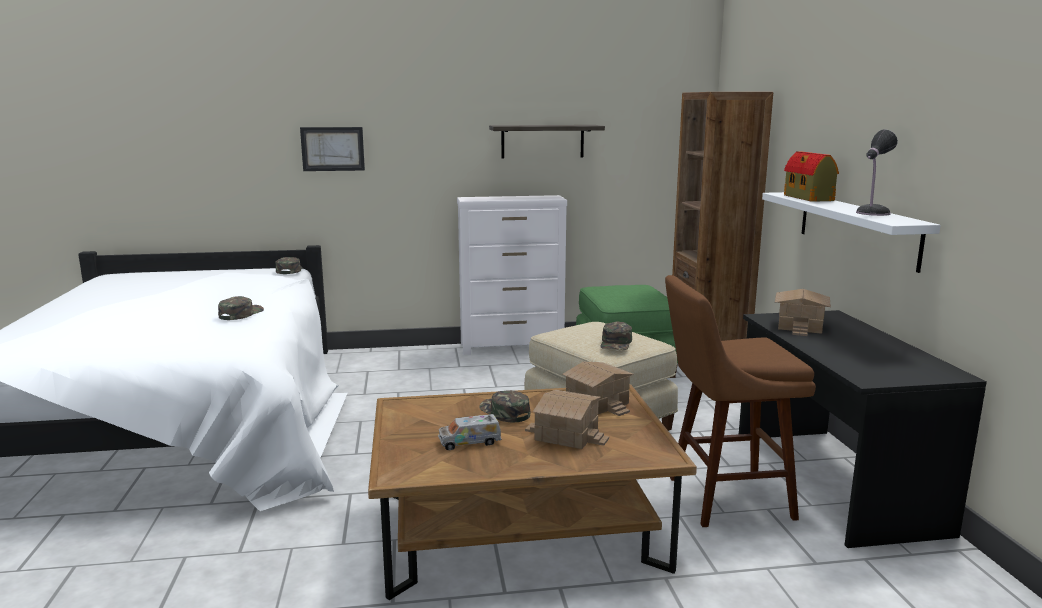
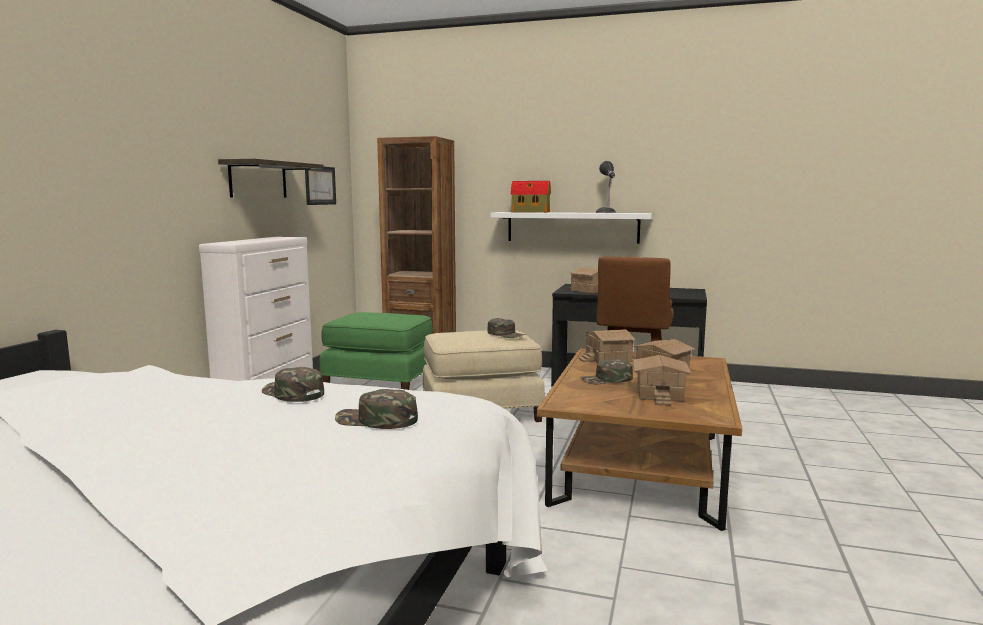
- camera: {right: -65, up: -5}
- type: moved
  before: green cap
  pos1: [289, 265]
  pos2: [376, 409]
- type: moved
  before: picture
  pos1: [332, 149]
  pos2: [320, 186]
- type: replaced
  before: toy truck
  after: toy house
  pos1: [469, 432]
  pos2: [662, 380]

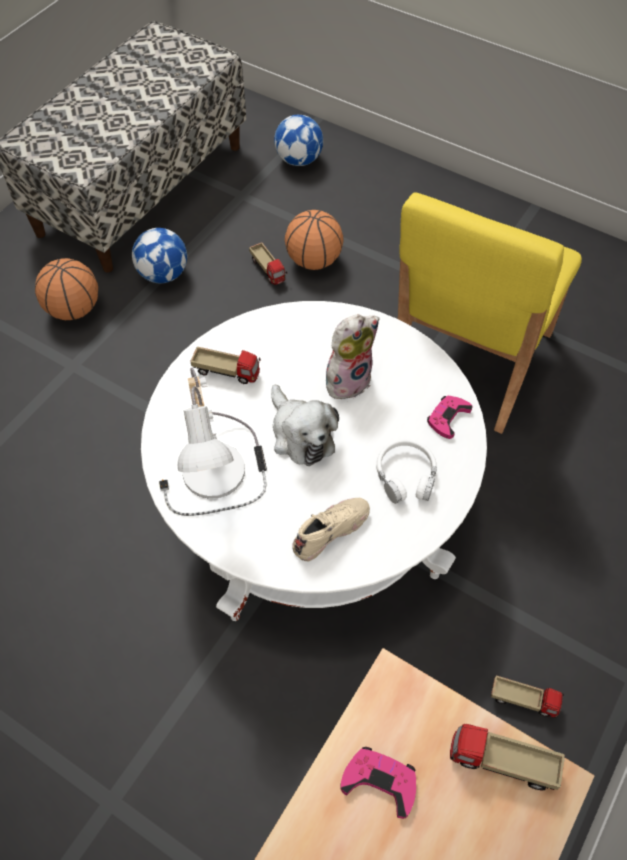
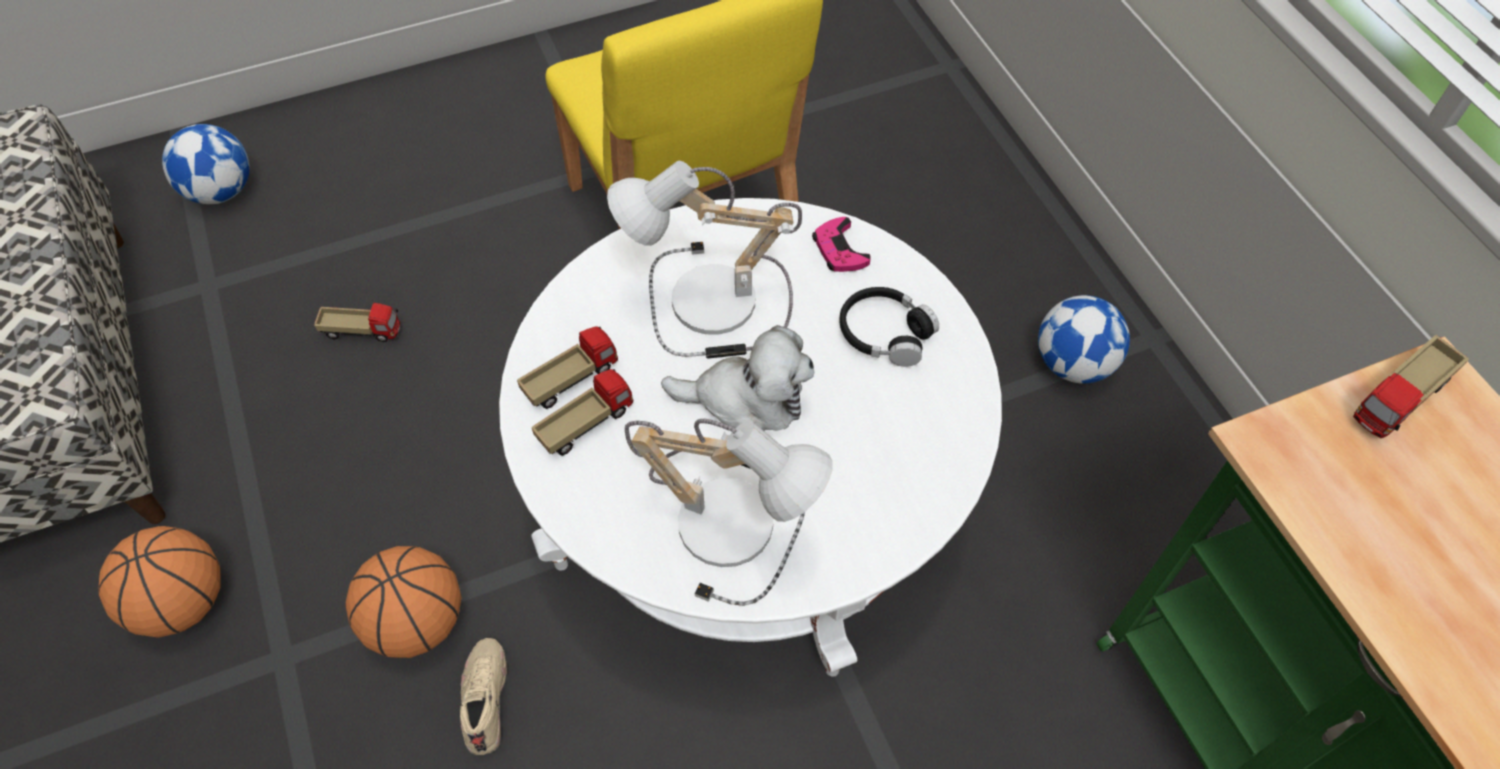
- camera: {right: -55, up: 0}
- type: moved
  before: football
  pos1: [159, 255]
  pos2: [1084, 339]
- type: moved
  before: basketball
  pos1: [314, 240]
  pos2: [404, 602]
- type: moved
  before: beige shoe
  pos1: [331, 529]
  pos2: [483, 696]
- type: replaced
  before: plush toy
  after: table lamp
  pos1: [352, 358]
  pos2: [704, 259]
- type: removed
  before: pink game controller
  pos1: [378, 783]
- type: recoloured
  before: white headphones
  after: black headphones
  pos1: [406, 471]
  pos2: [889, 327]
- type: moved
  before: toy truck
  pos1: [527, 696]
  pos2: [567, 367]

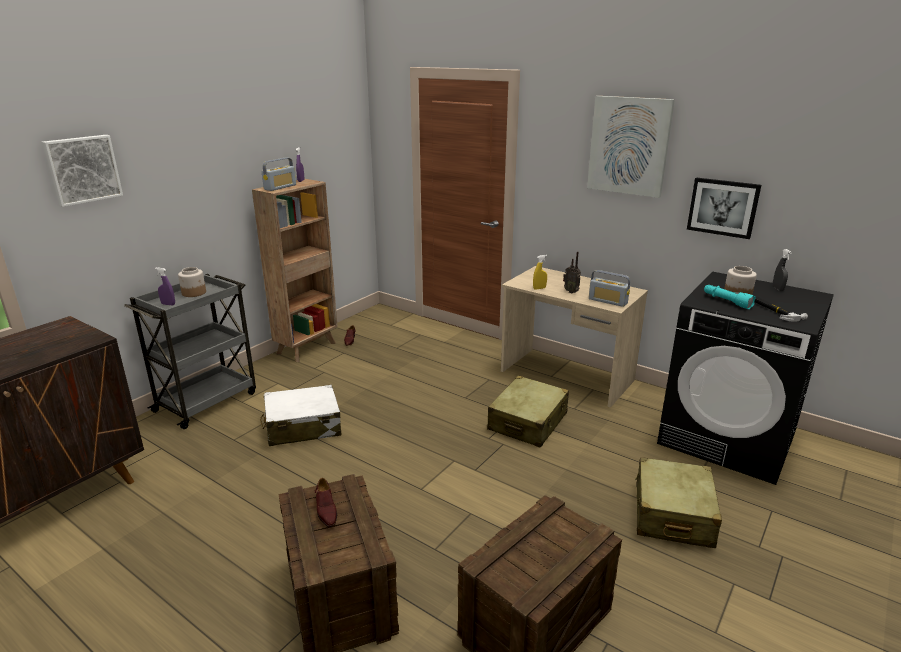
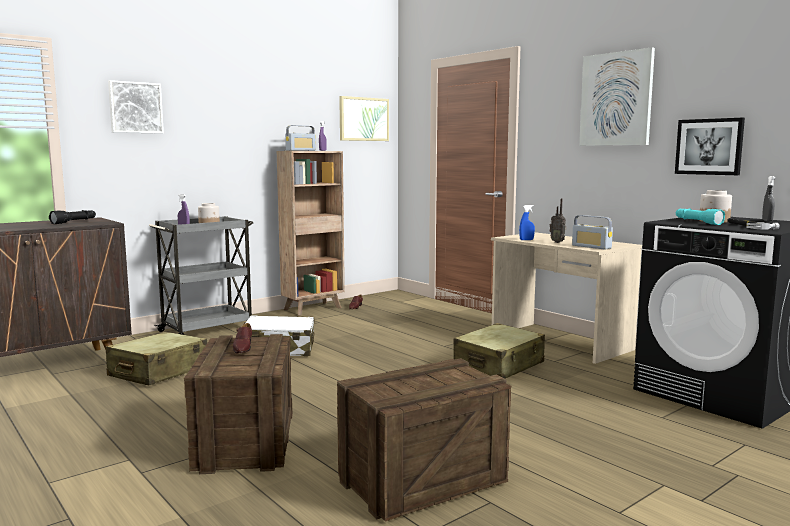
- camera: {right: 15, up: -15}
- type: recoloured
  before: yellow spray bottle
  after: blue spray bottle
  pos1: [540, 272]
  pos2: [527, 222]
- type: moved
  before: beige suitcase
  pos1: [678, 502]
  pos2: [156, 359]
- type: added
  after: black flashlight
  pos2: [72, 217]
- type: added
  after: picture
  pos2: [364, 118]

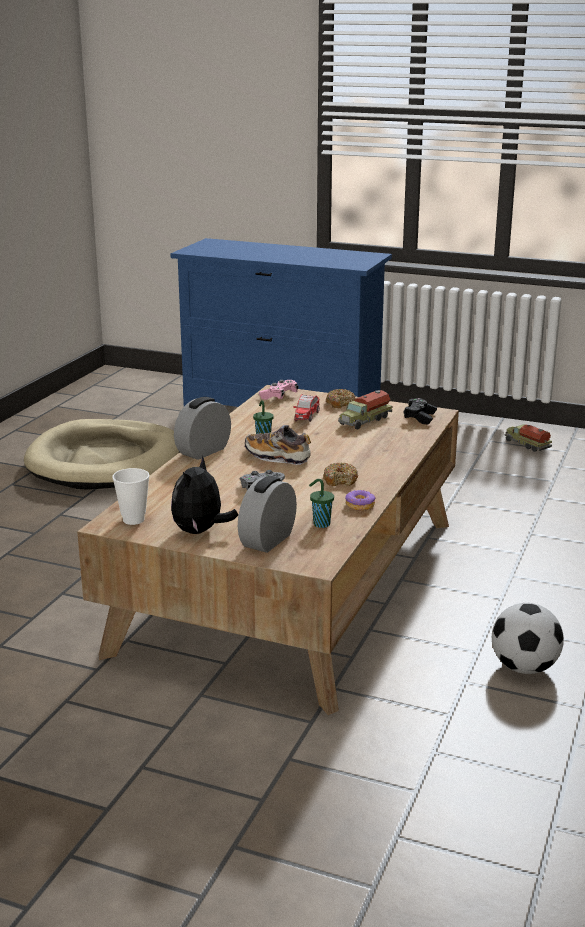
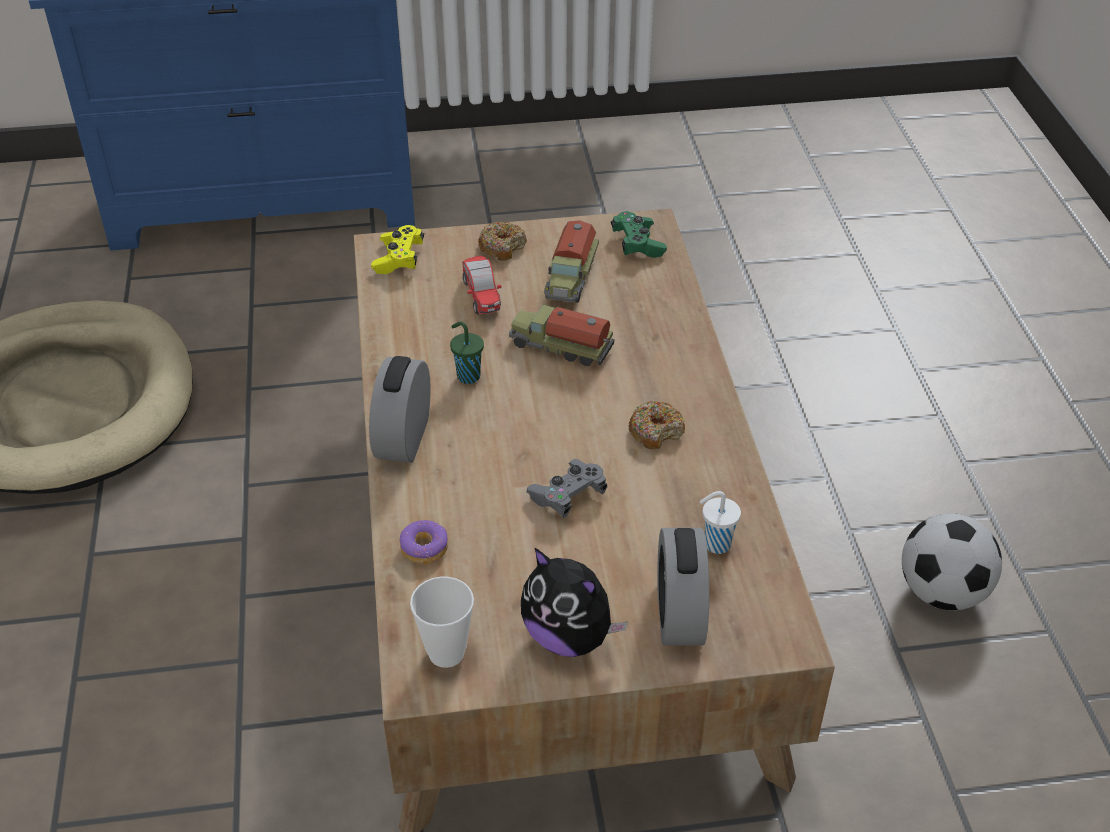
- camera: {right: -30, up: 20}
- type: turned
  before: plush toy
  pos1: [204, 495]
  pos2: [574, 602]
  turn: -45
- type: removed
  before: shoe
  pos1: [278, 445]
- type: recoloured
  before: pink game controller
  after: yellow game controller
  pos1: [279, 390]
  pos2: [397, 249]
- type: recoloured
  before: green cup
  after: white cup
  pos1: [321, 503]
  pos2: [720, 522]
- type: moved
  before: donut
  pos1: [360, 500]
  pos2: [423, 542]
- type: recoloured
  before: black game controller
  after: green game controller
  pos1: [420, 411]
  pos2: [639, 234]
- type: moved
  before: toy truck
  pos1: [528, 438]
  pos2: [561, 335]

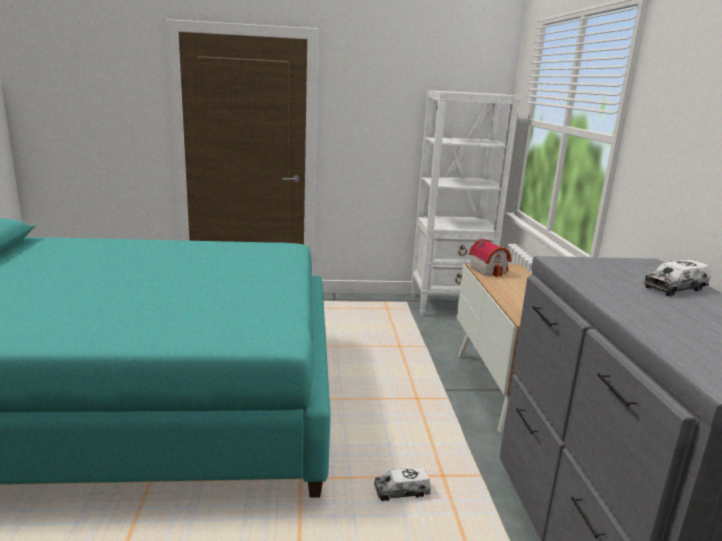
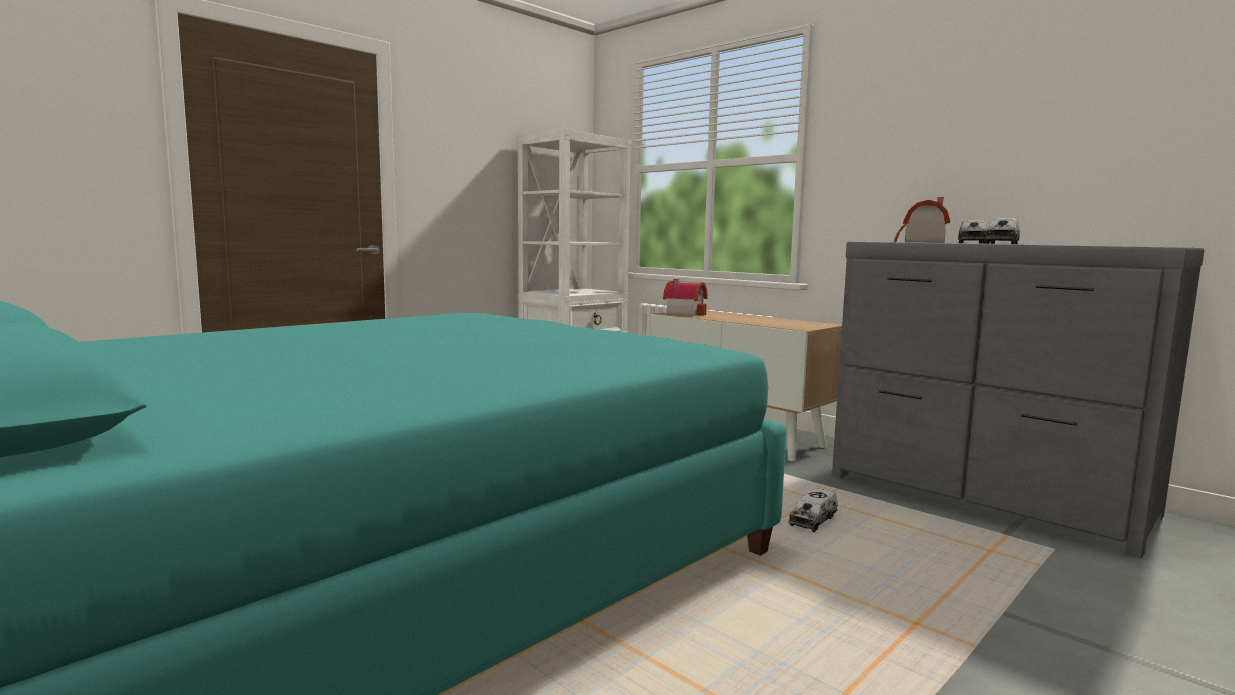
- camera: {right: -40, up: -10}
- type: added
  after: toy house
  pos2: [922, 220]
- type: added
  after: toy truck
  pos2: [1002, 231]

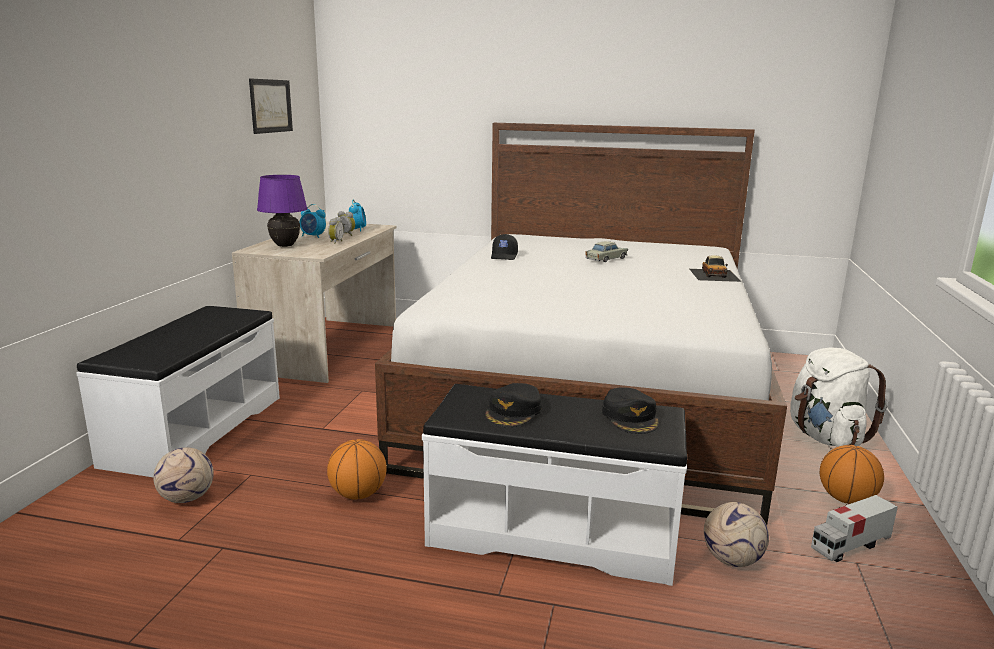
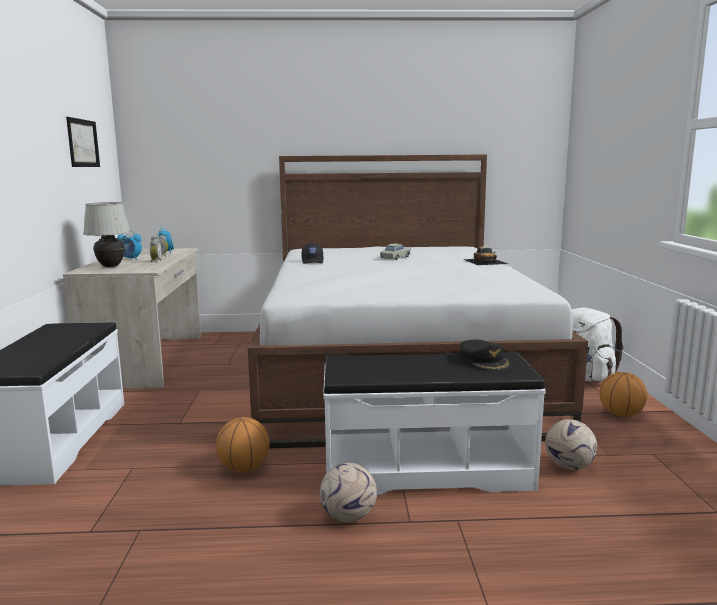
- camera: {right: -15, up: -5}
- type: moved
  before: football
  pos1: [183, 475]
  pos2: [348, 492]
- type: recoloured
  before: purple table lamp
  after: white table lamp
  pos1: [282, 211]
  pos2: [107, 234]
- type: removed
  before: black cap
  pos1: [513, 405]
- type: removed
  before: toy truck
  pos1: [854, 528]

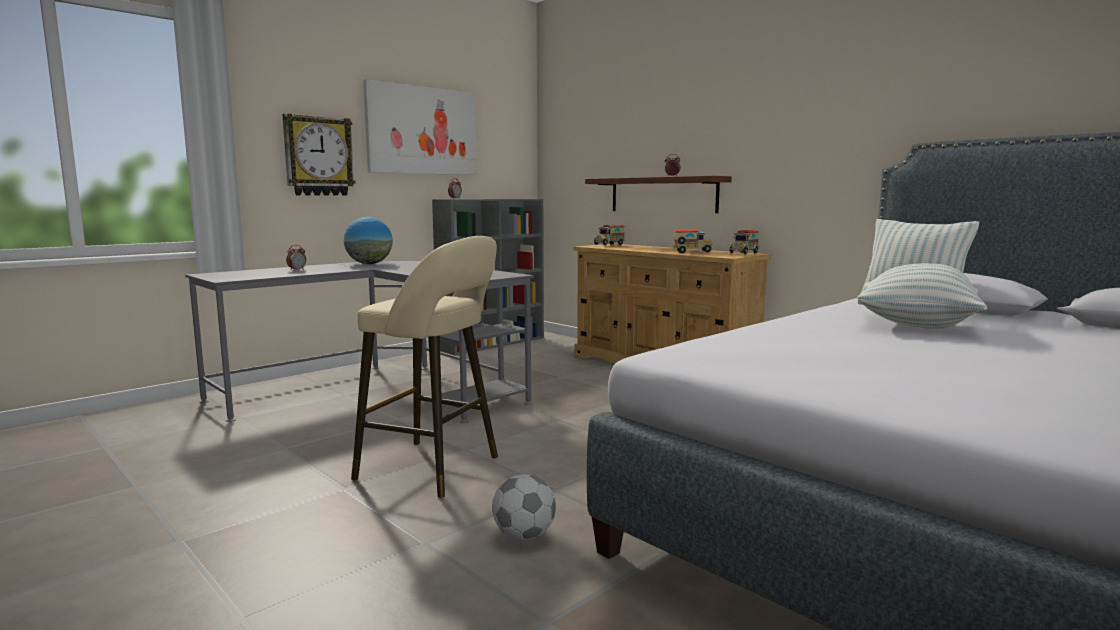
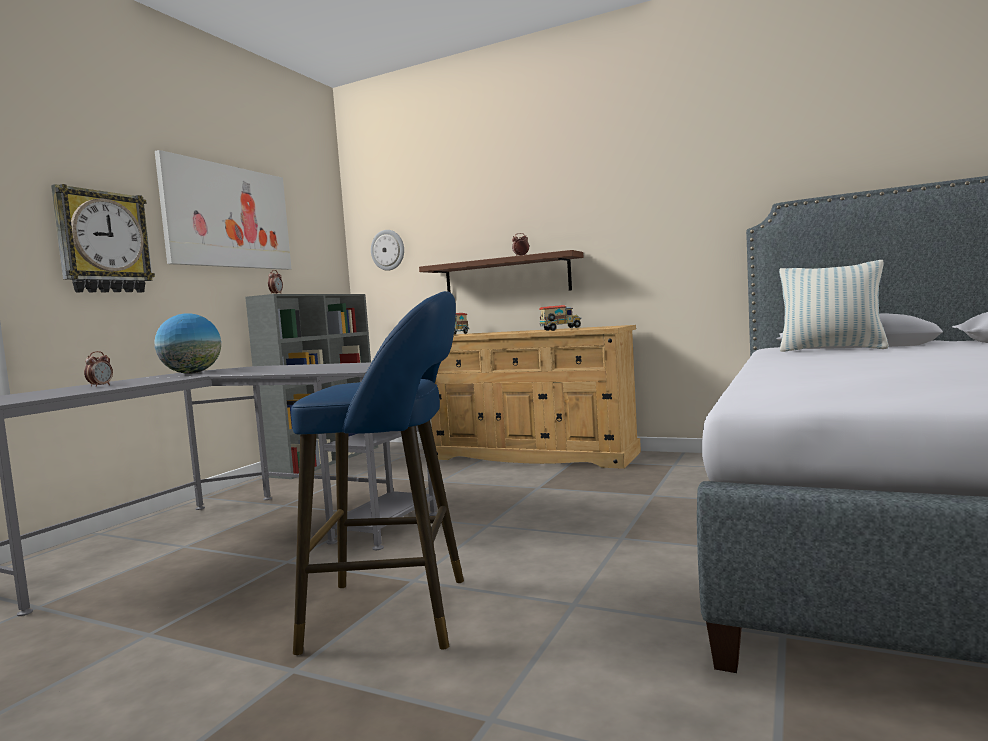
- camera: {right: -20, up: -5}
- type: recoloured
  before: beige stool
  after: blue stool
  pos1: [424, 367]
  pos2: [377, 473]
- type: removed
  before: football
  pos1: [524, 507]
- type: removed
  before: toy truck
  pos1: [744, 242]
- type: removed
  before: pillow
  pos1: [922, 296]
- type: added
  after: wall clock
  pos2: [387, 250]

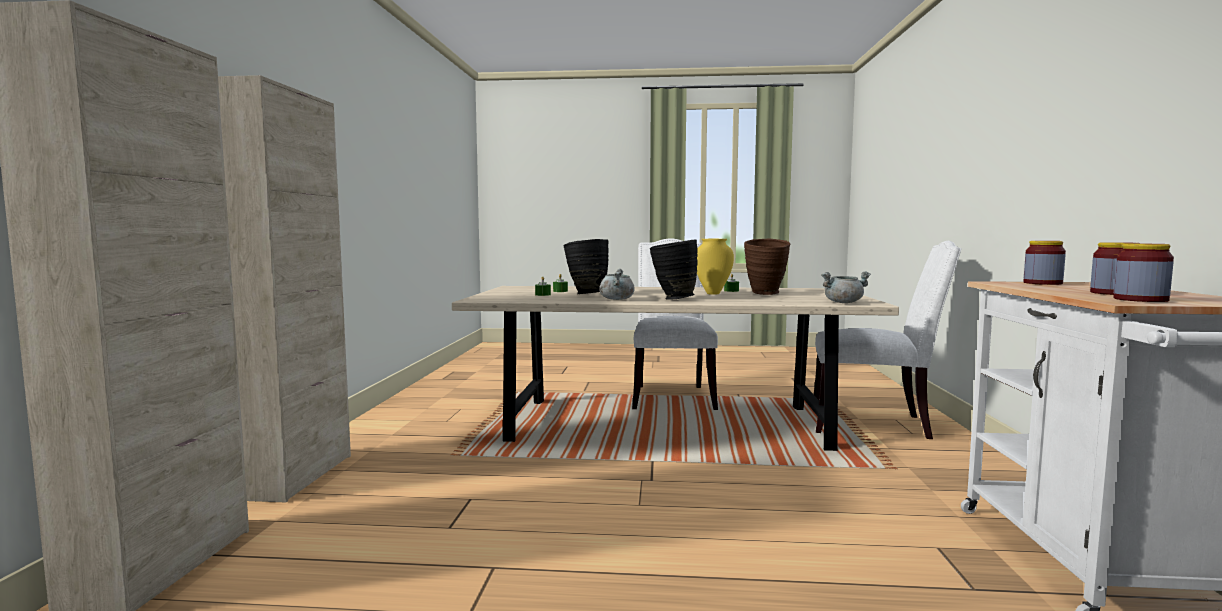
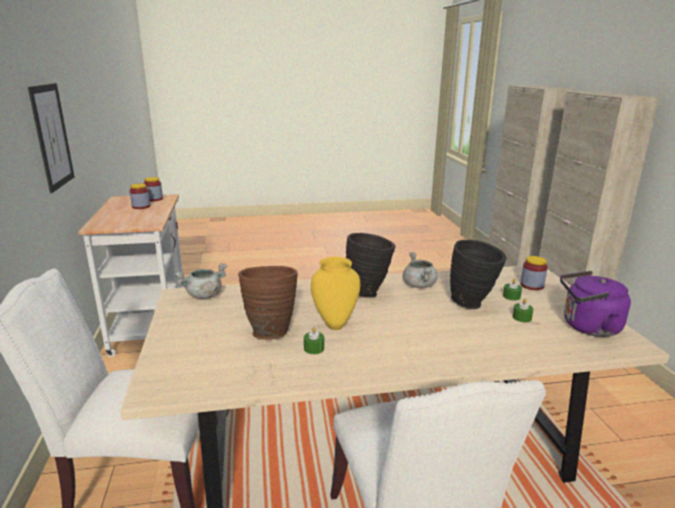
- camera: {right: 165, up: 15}
- type: moved
  before: jar
  pos1: [1044, 263]
  pos2: [534, 273]
- type: added
  after: picture
  pos2: [51, 138]
- type: added
  after: purple kettle
  pos2: [595, 304]

